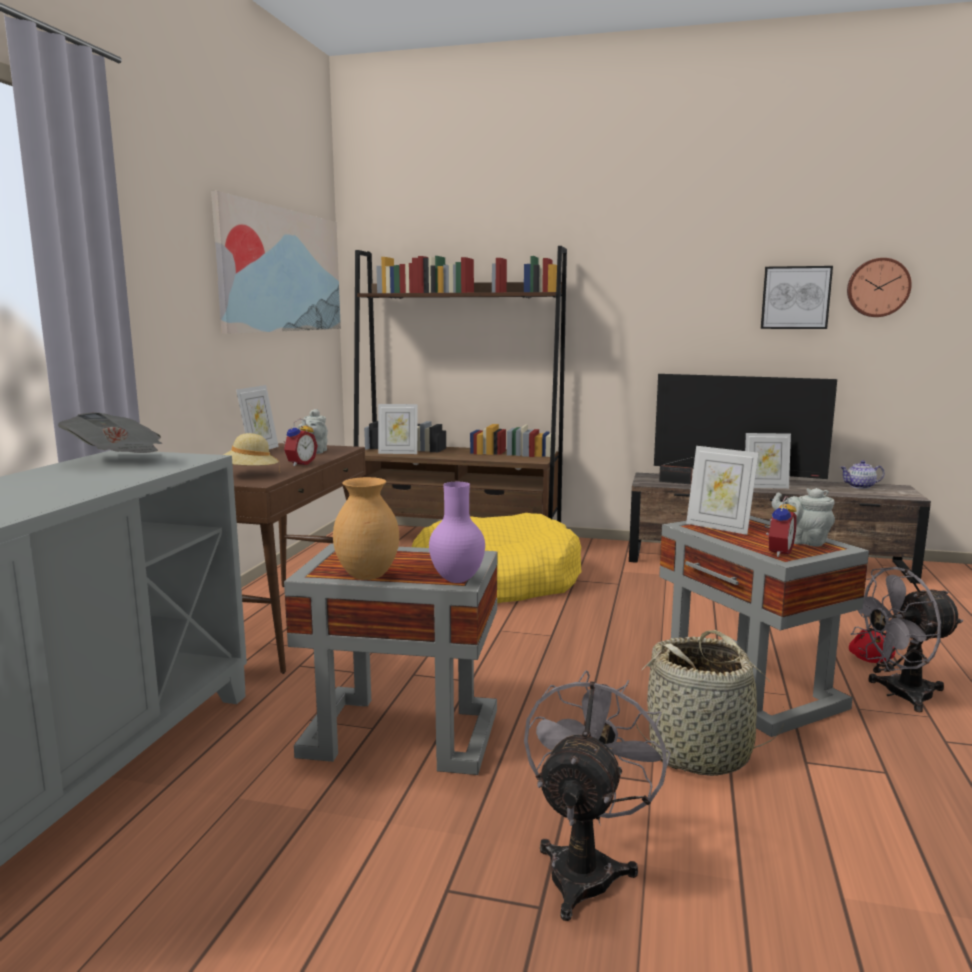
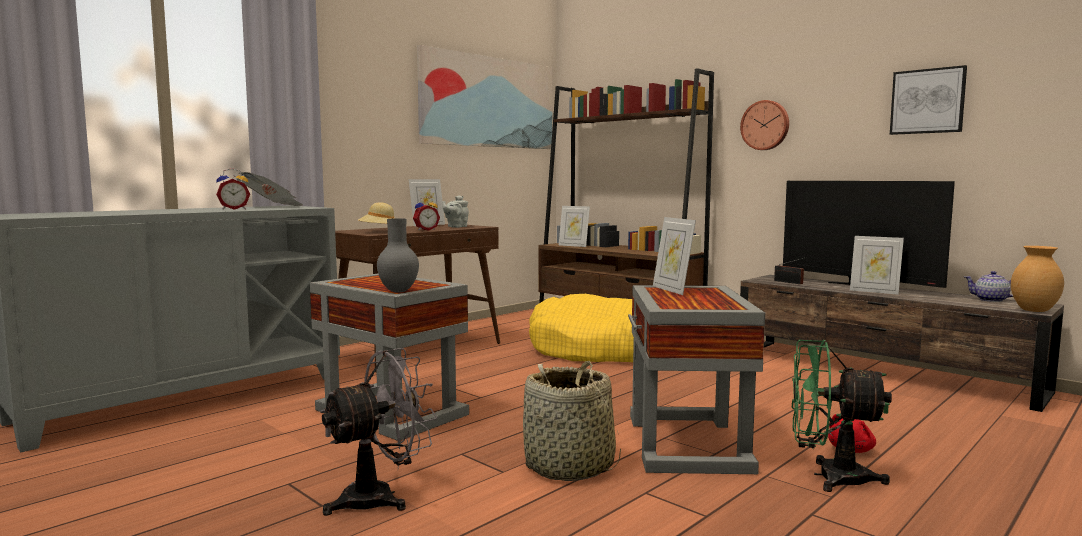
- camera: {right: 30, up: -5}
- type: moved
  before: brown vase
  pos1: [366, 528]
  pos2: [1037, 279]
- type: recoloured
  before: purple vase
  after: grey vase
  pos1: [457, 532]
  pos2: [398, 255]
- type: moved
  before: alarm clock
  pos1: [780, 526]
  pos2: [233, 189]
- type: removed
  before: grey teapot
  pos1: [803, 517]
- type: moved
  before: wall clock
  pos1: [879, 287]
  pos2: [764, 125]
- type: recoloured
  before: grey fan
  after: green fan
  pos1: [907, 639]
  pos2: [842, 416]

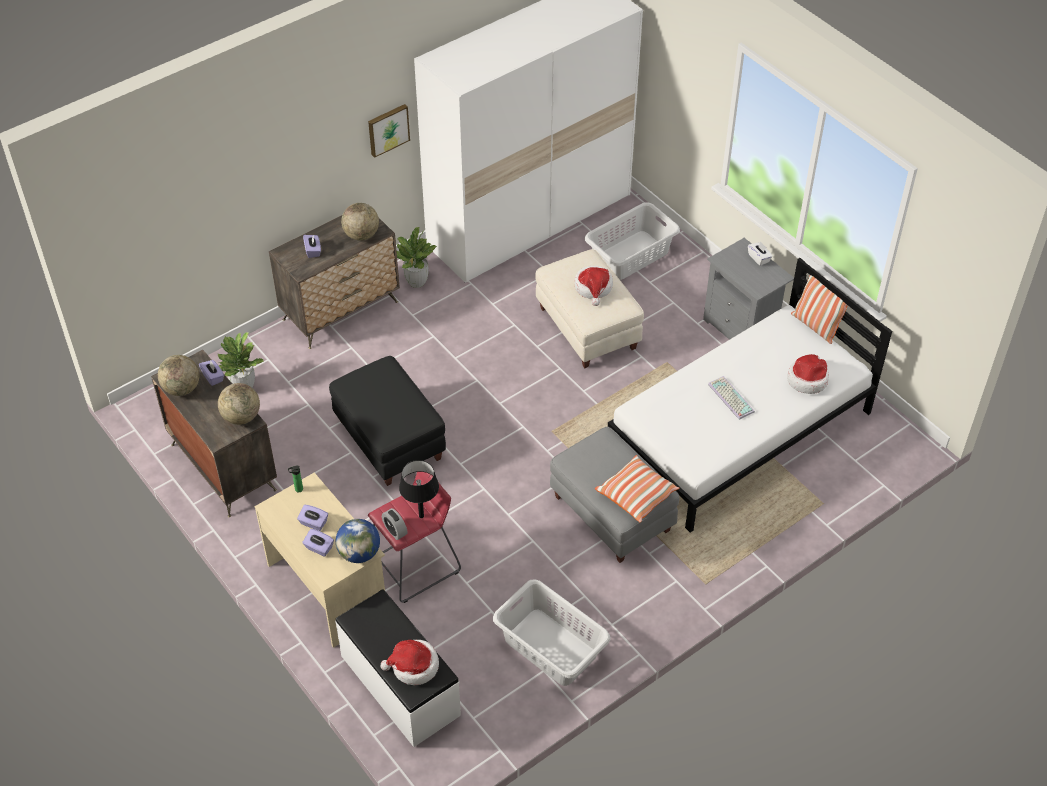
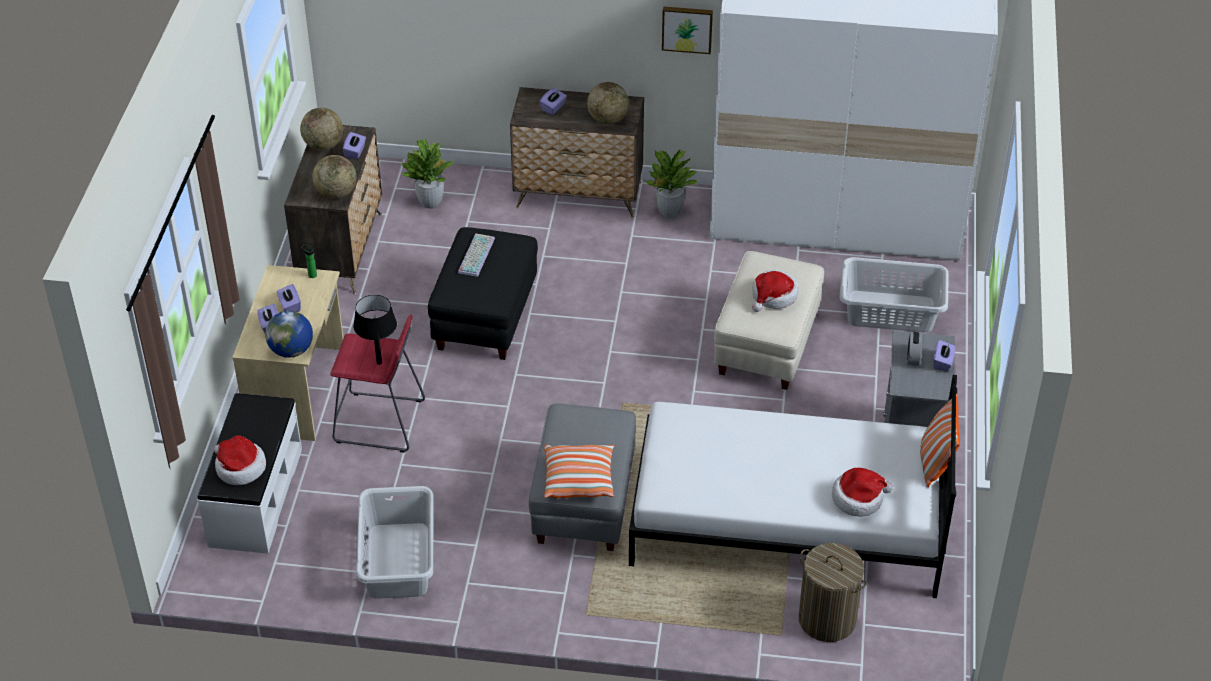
- camera: {right: 45, up: -5}
- type: moved
  before: alarm clock
  pos1: [394, 524]
  pos2: [914, 349]
- type: moved
  before: keyboard
  pos1: [731, 398]
  pos2: [476, 255]
- type: recoloured
  before: white tissue box
  after: purple tissue box
  pos1: [760, 254]
  pos2: [944, 355]
- type: added
  after: laundry basket
  pos2: [832, 592]

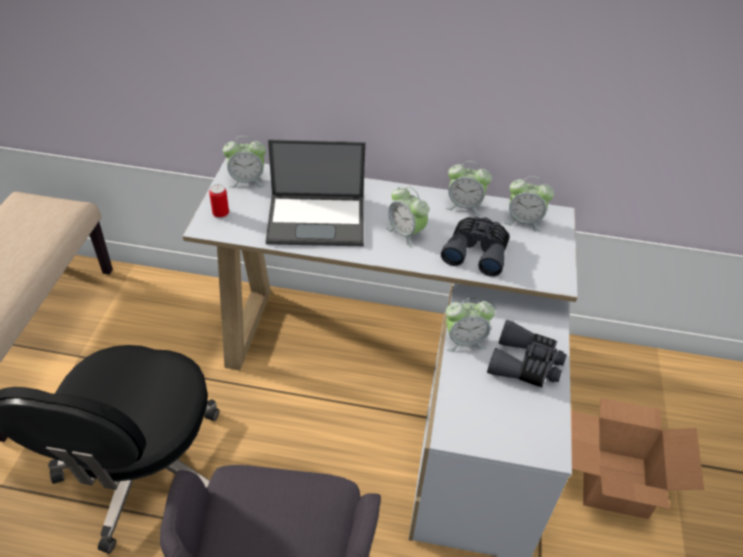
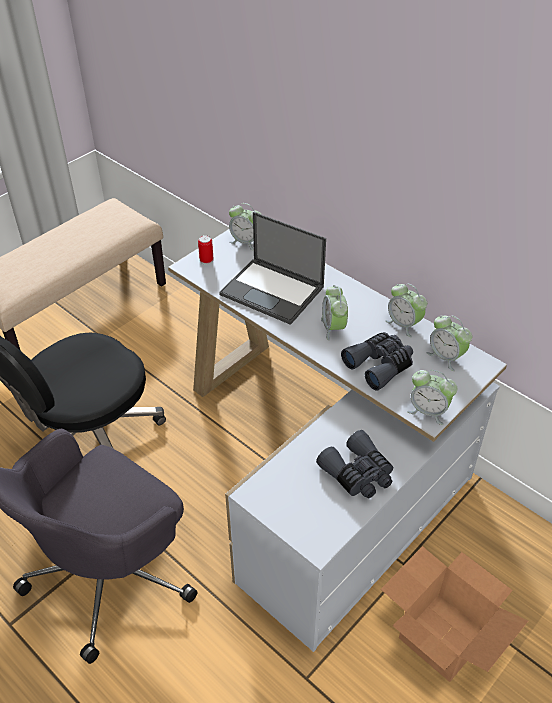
- camera: {right: 35, up: 0}
- type: moved
  before: alarm clock
  pos1: [470, 324]
  pos2: [432, 397]

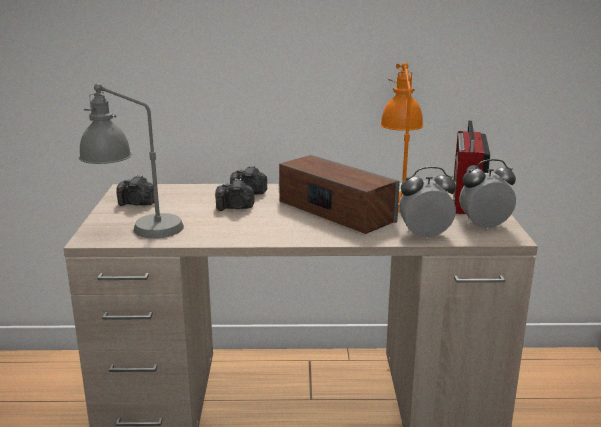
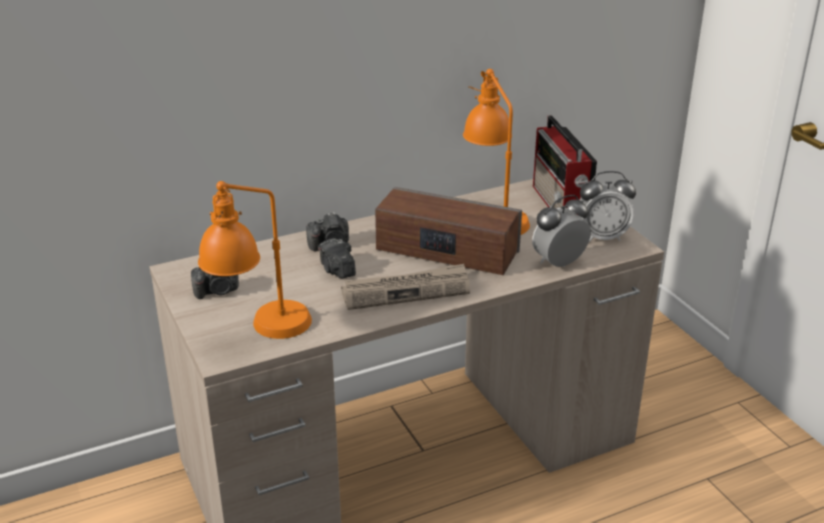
- camera: {right: -25, up: 10}
- type: recoloured
  before: grey table lamp
  after: orange table lamp
  pos1: [131, 160]
  pos2: [255, 260]
- type: turned
  before: photo camera
  pos1: [235, 194]
  pos2: [337, 258]
  turn: 90
- type: turned
  before: alarm clock
  pos1: [488, 194]
  pos2: [607, 206]
  turn: -150
- type: added
  after: newspaper
  pos2: [405, 287]

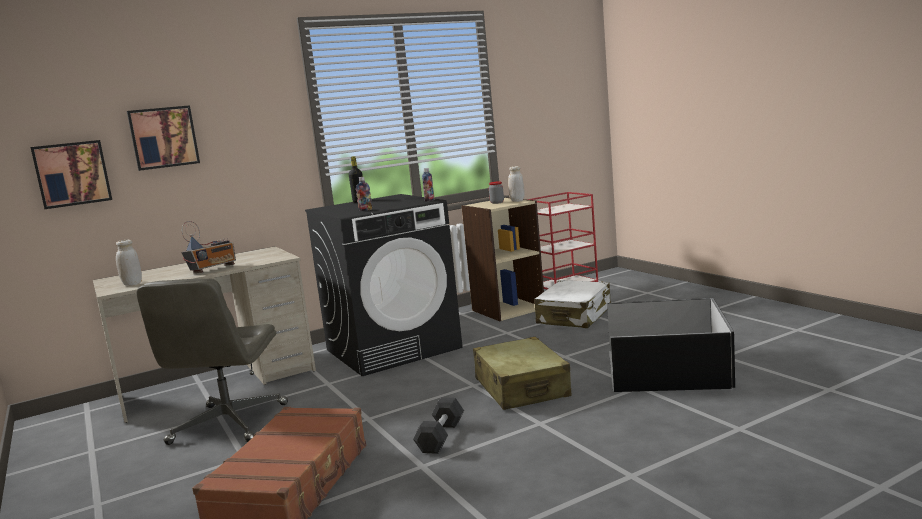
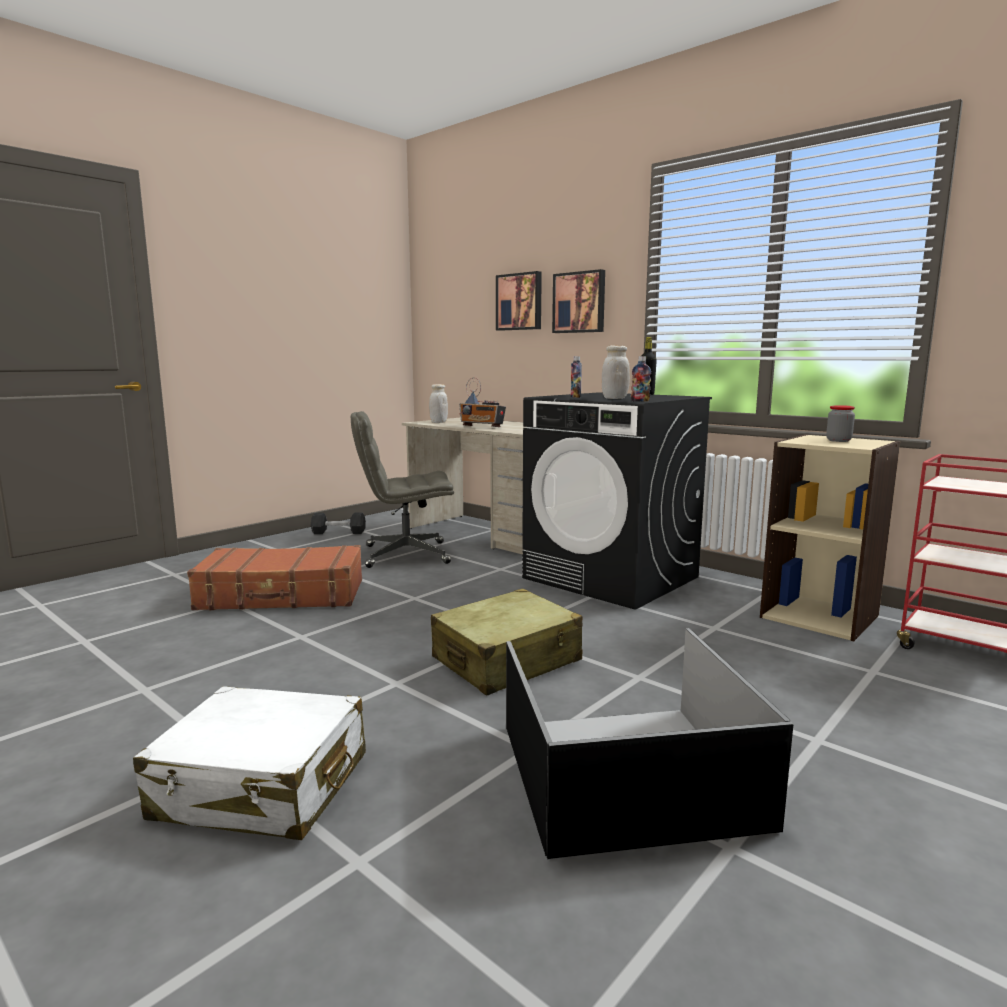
- camera: {right: 70, up: 0}
- type: moved
  before: picture
  pos1: [71, 174]
  pos2: [578, 301]
- type: moved
  before: black dumbbell
  pos1: [438, 426]
  pos2: [338, 523]
- type: moved
  before: white jar
  pos1: [516, 184]
  pos2: [616, 372]
- type: moved
  before: white suitcase
  pos1: [572, 304]
  pos2: [249, 763]

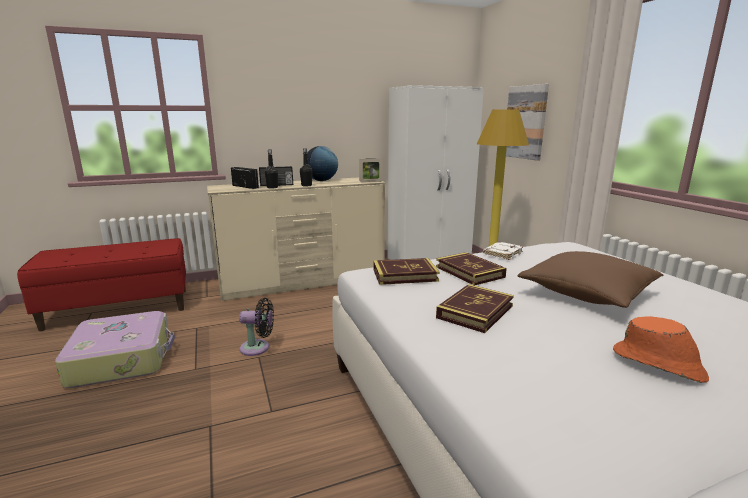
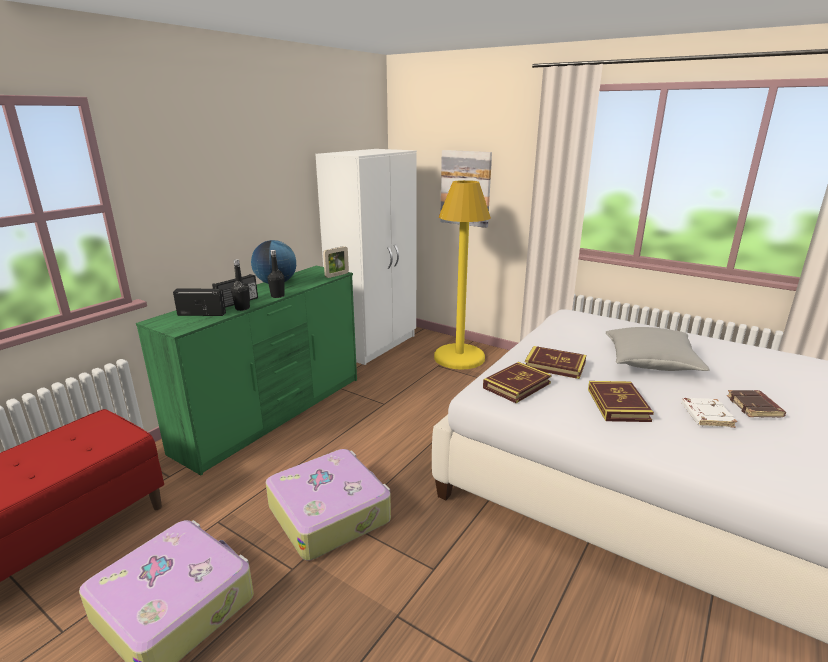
- camera: {right: -35, up: 5}
- type: recoloured
  before: beige dresser
  after: green dresser
  pos1: [296, 239]
  pos2: [246, 370]
- type: replaced
  before: black fan
  after: suitcase
  pos1: [256, 327]
  pos2: [328, 504]
- type: moved
  before: white book
  pos1: [503, 251]
  pos2: [709, 413]
- type: recoloured
  before: brown pillow
  after: grey pillow
  pos1: [591, 279]
  pos2: [658, 349]
- type: replaced
  before: orange hat
  after: brown book
  pos1: [661, 349]
  pos2: [756, 403]

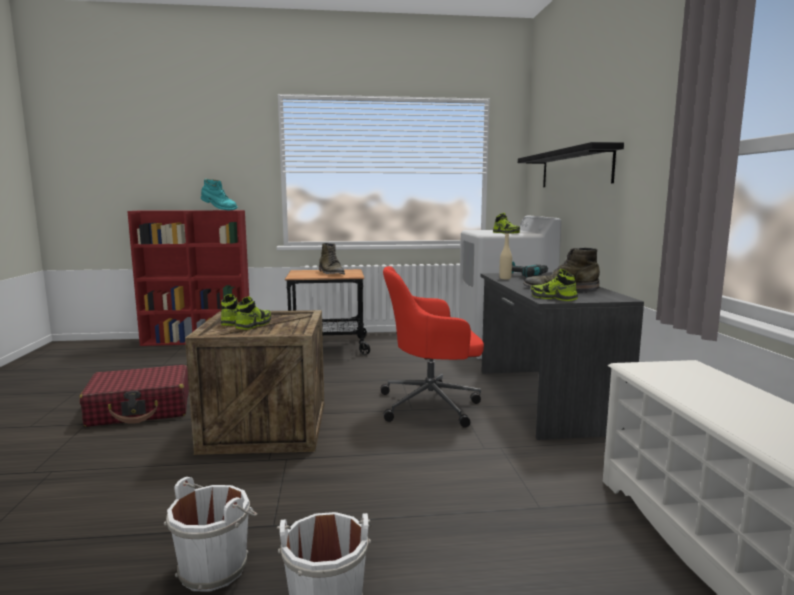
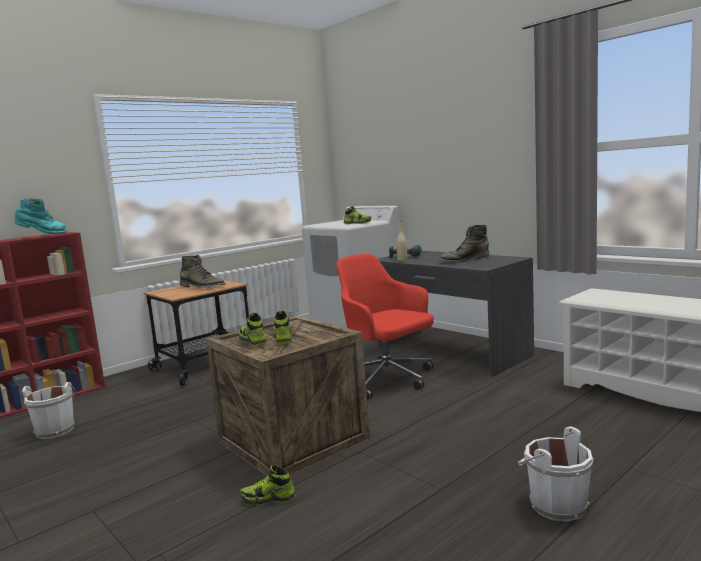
- camera: {right: -35, up: 0}
- type: removed
  before: red suitcase
  pos1: [134, 396]
- type: moved
  before: white bucket
  pos1: [210, 534]
  pos2: [49, 410]
- type: turned
  before: red office chair
  pos1: [432, 347]
  pos2: [385, 326]
  turn: 90
- type: removed
  before: black shelf
  pos1: [571, 164]
- type: moved
  before: shoe
  pos1: [554, 285]
  pos2: [268, 485]

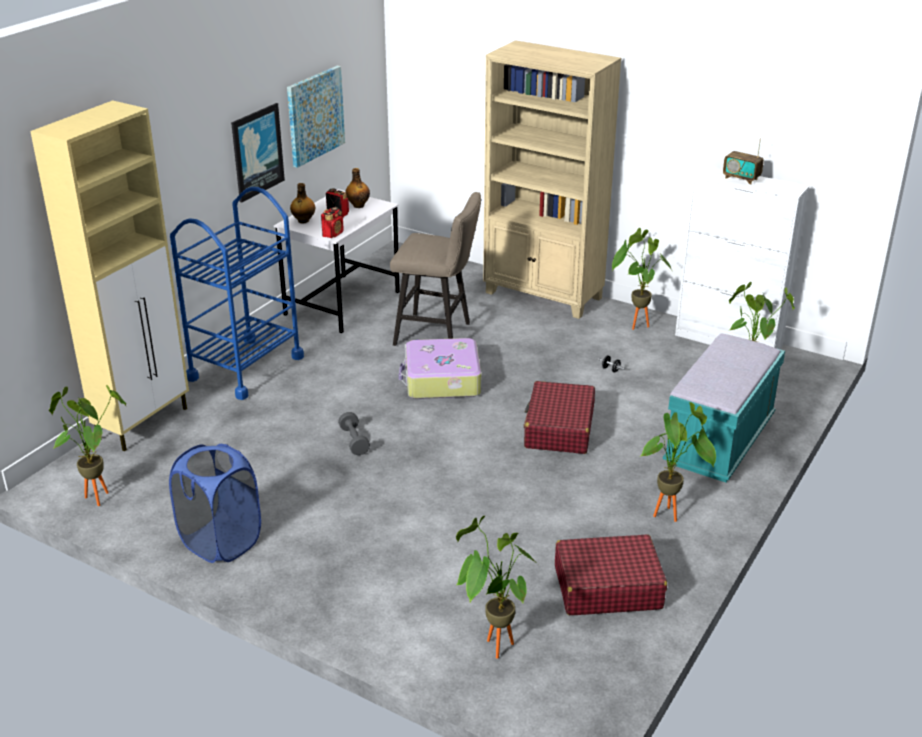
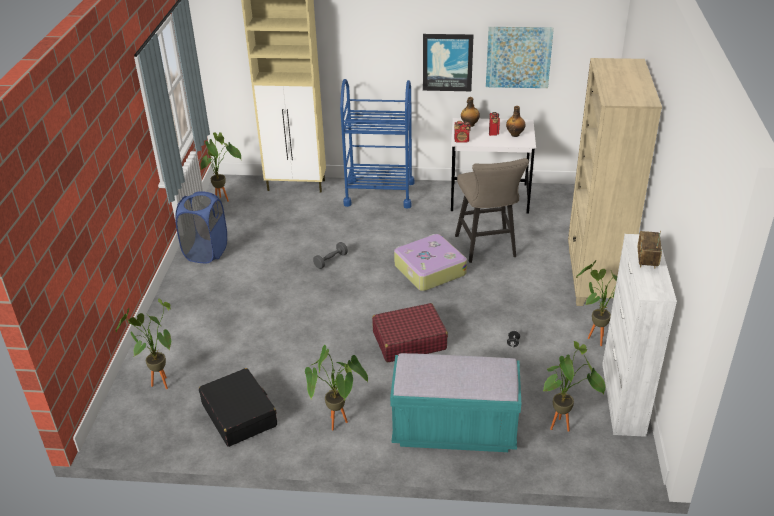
- camera: {right: 65, up: 5}
- type: recoloured
  before: red suitcase
  after: black suitcase
  pos1: [611, 574]
  pos2: [238, 407]

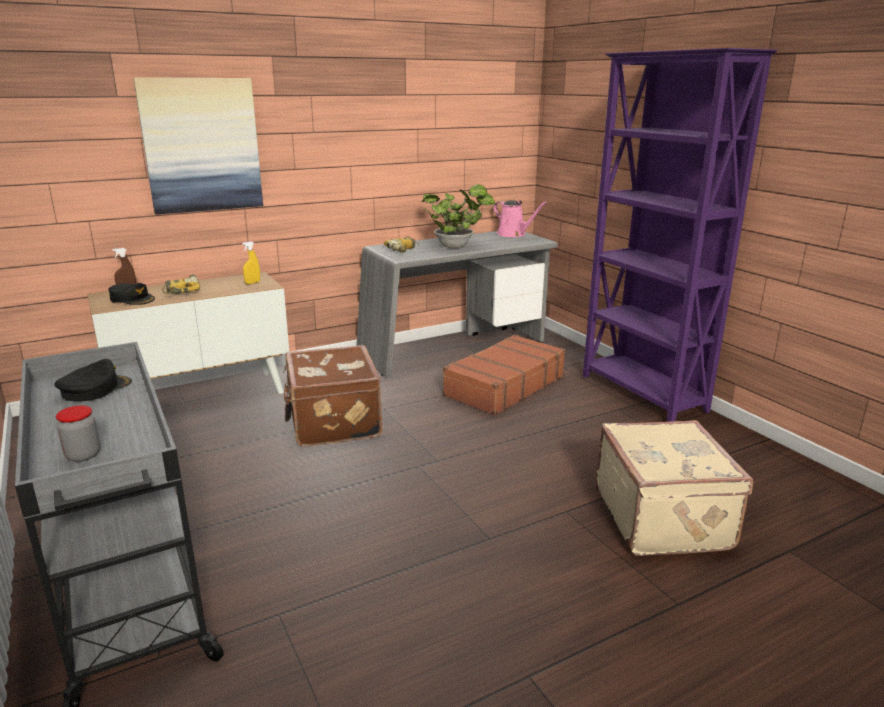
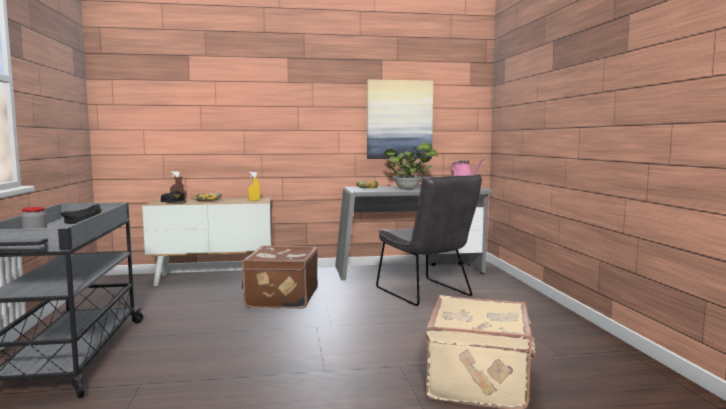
- camera: {right: 20, up: -15}
- type: moved
  before: picture
  pos1: [198, 146]
  pos2: [400, 119]
- type: replaced
  before: brown suitcase
  after: grey chair
  pos1: [504, 374]
  pos2: [429, 240]
- type: removed
  before: purple bookcase
  pos1: [680, 235]

